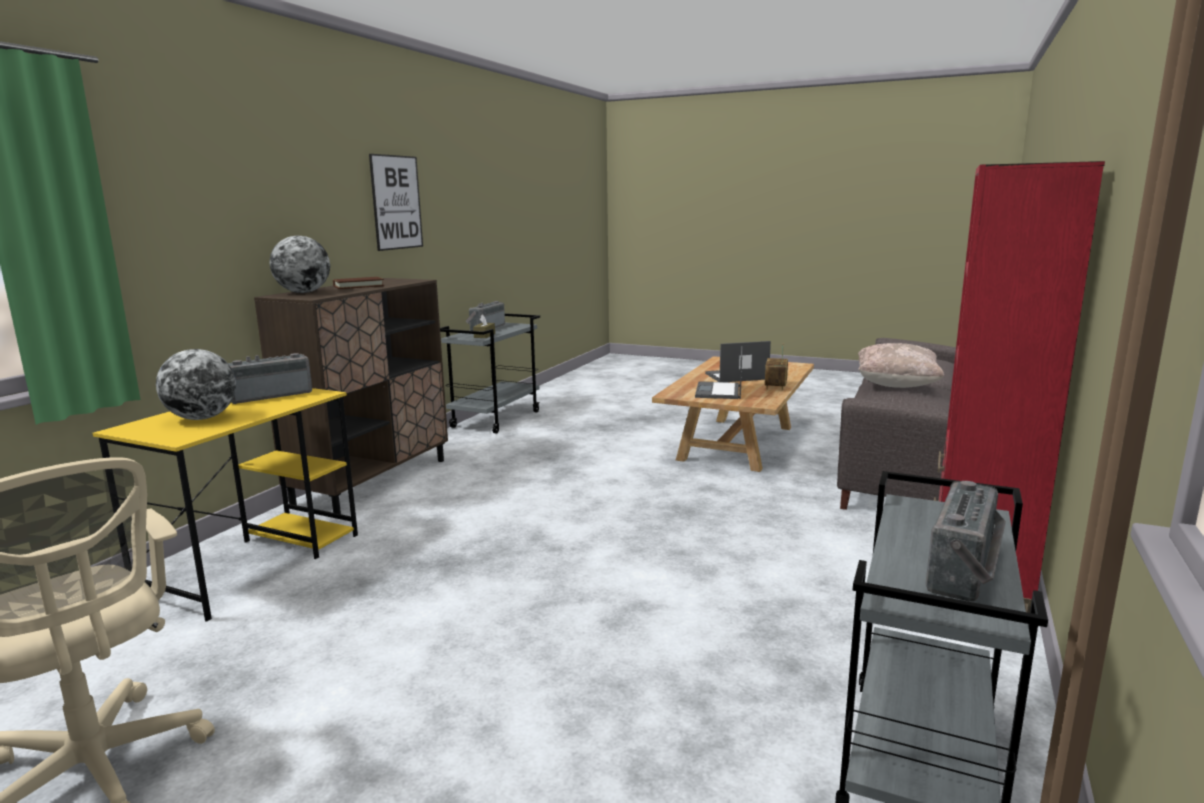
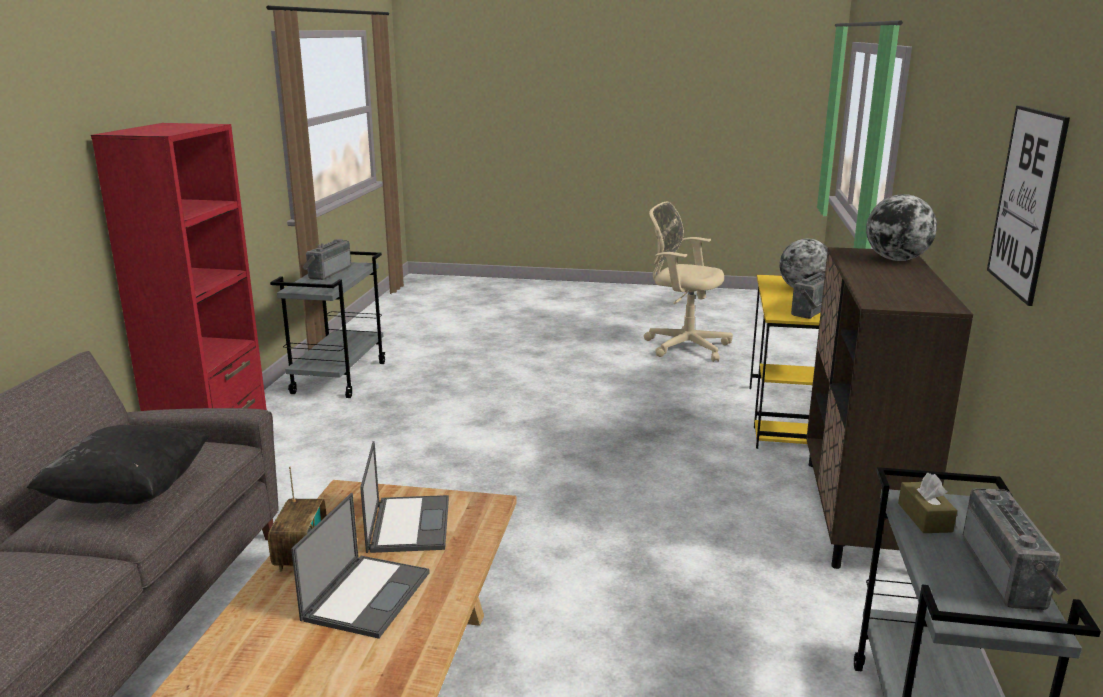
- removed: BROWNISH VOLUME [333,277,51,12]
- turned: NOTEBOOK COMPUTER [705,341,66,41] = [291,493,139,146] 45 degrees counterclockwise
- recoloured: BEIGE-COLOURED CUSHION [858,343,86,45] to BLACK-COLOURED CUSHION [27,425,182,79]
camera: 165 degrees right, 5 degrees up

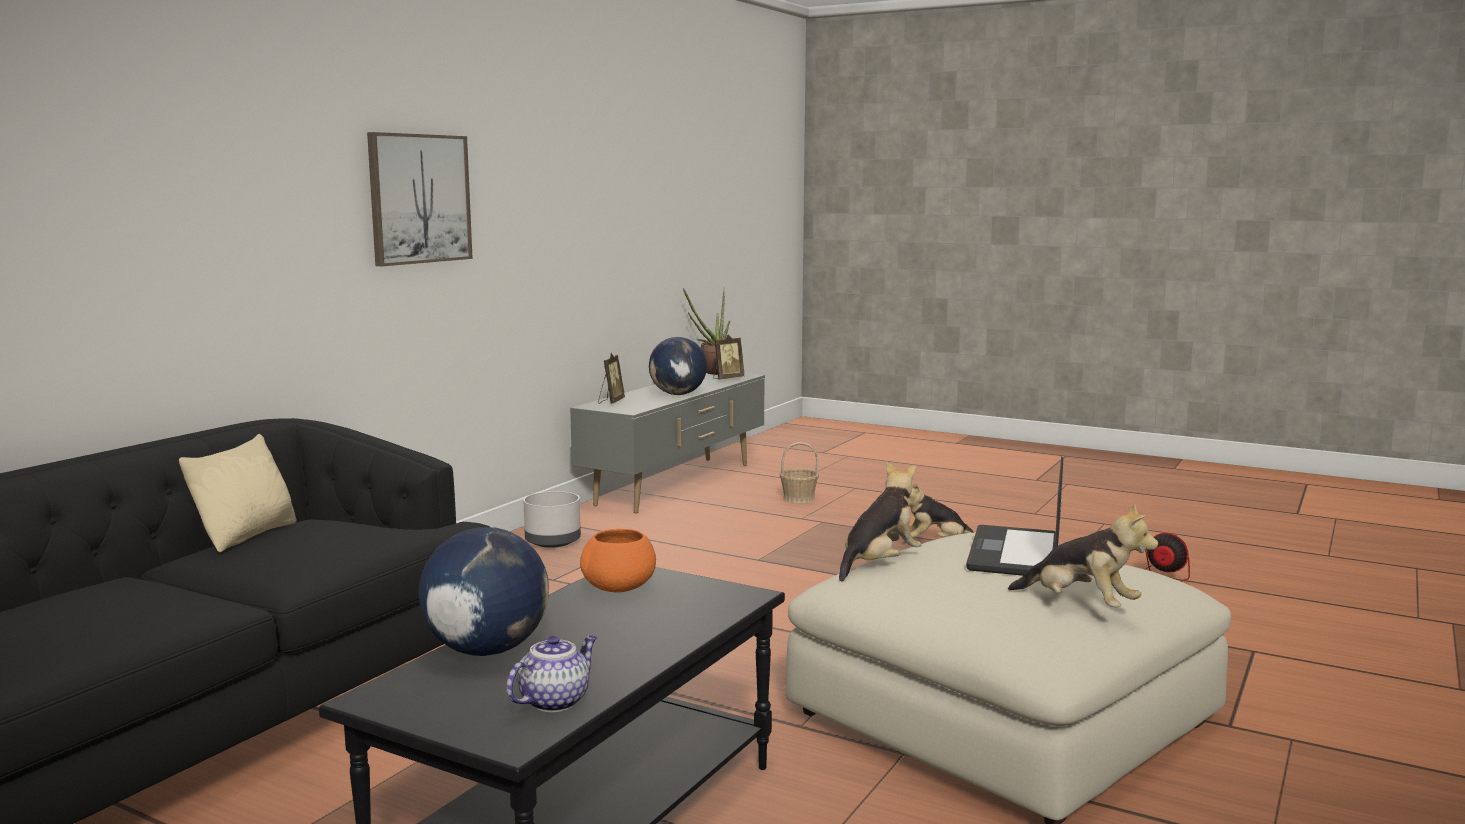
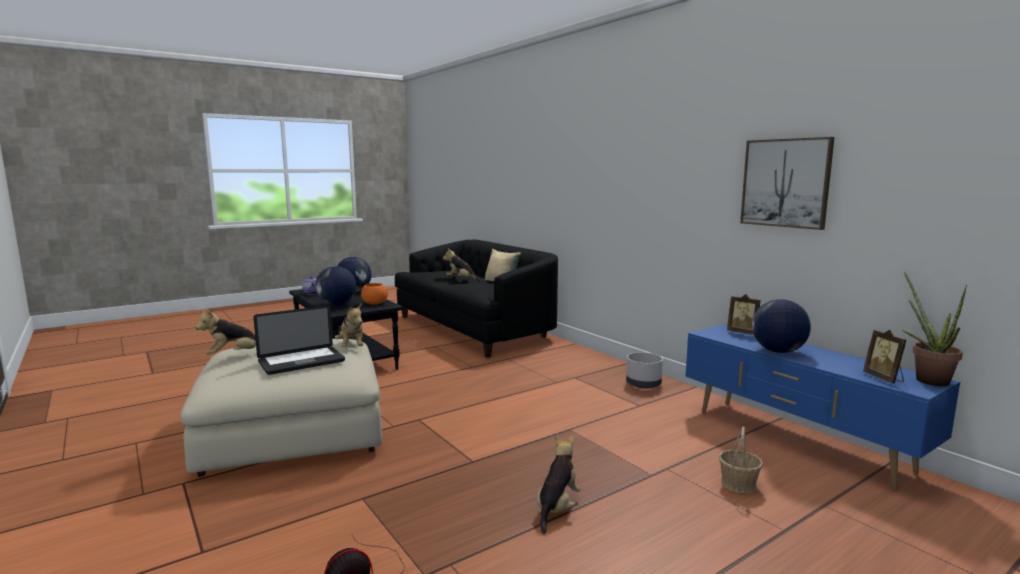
- moved: WALL PICTURE [367,132,106,134] to [740,137,95,93]
- recoloured: GREY TV STAND [570,373,195,140] to BLUE-COLOURED TV STAND [685,324,275,166]
- turned: NOTEBOOK COMPUTER [966,456,97,120] = [253,306,92,69] 105 degrees clockwise
- added: DESK GLOBE [315,266,41,40]
- added: PLUSH TOY [443,249,38,32]
camera: 115 degrees right, 0 degrees up

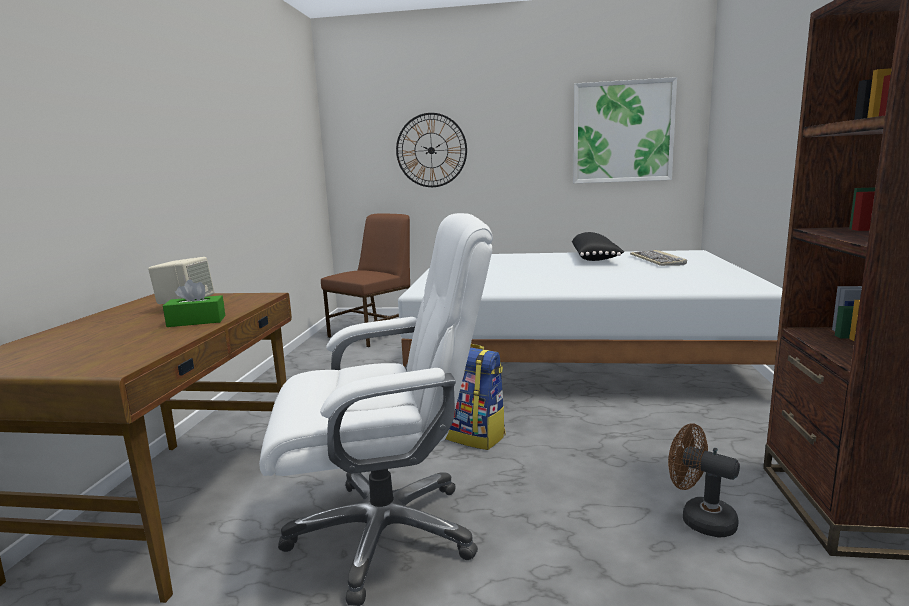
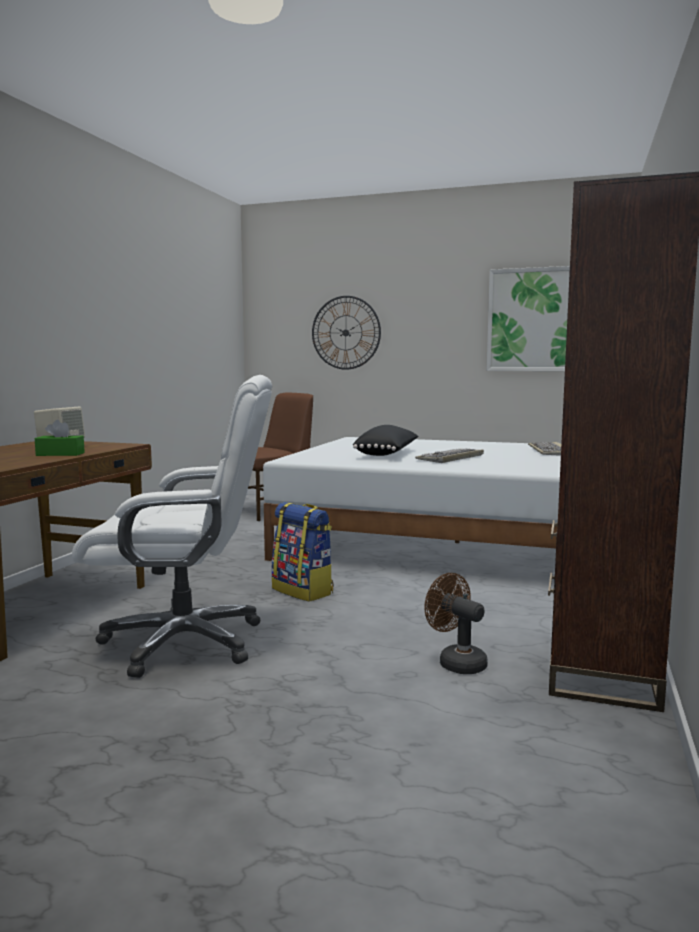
- moved: BLACK-COLOURED CUSHION [572,232,52,29] to [353,425,66,31]
- added: PC KEYBOARD [415,448,69,15]
camera: 10 degrees right, 5 degrees down

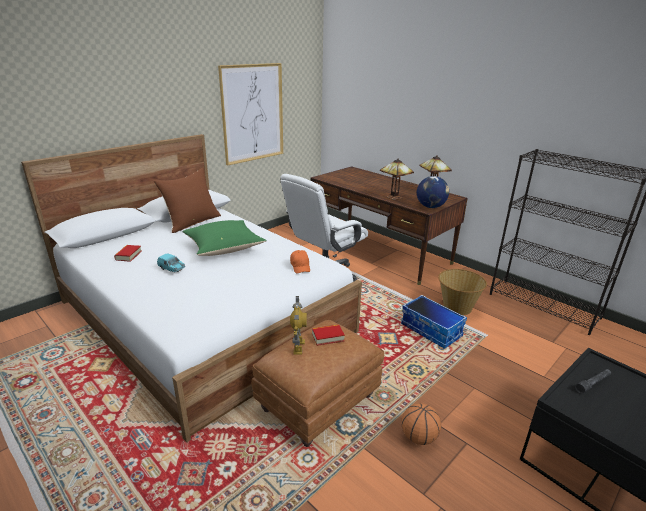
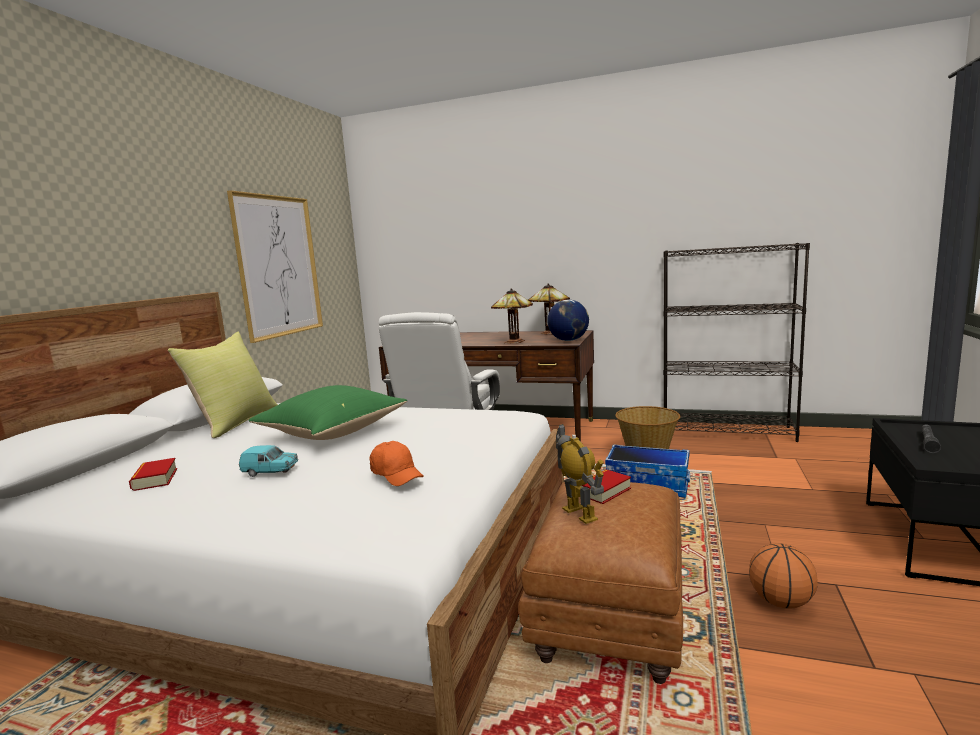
- recoloured: BROWNISH CUSHION [154,168,67,65] to YELLOWISH CUSHION [168,332,110,106]
- moved: ORANGE PEAKED CAP [290,250,20,23] to [369,441,55,45]
camera: 25 degrees left, 15 degrees down

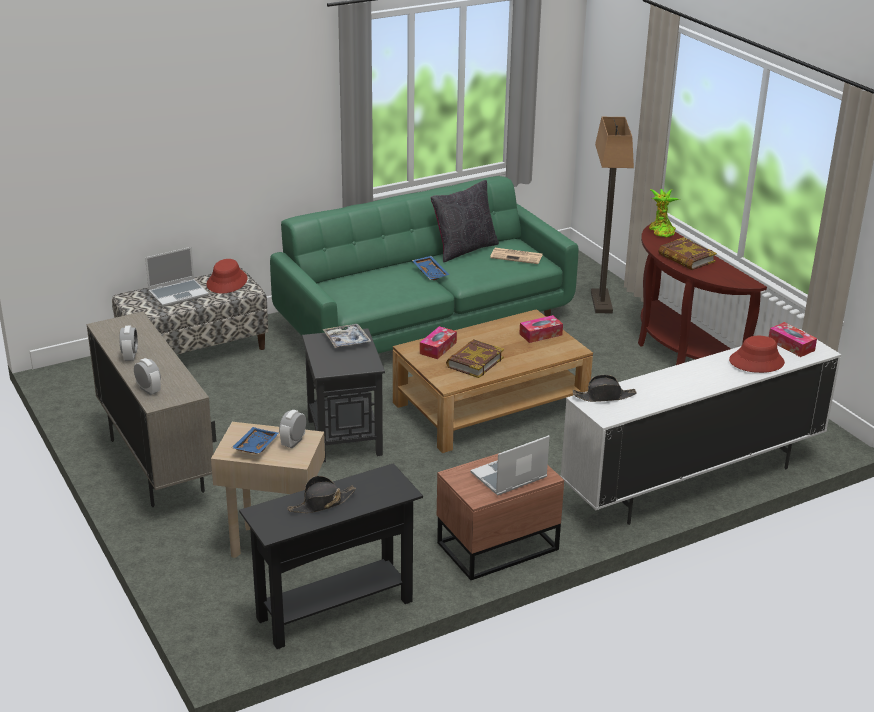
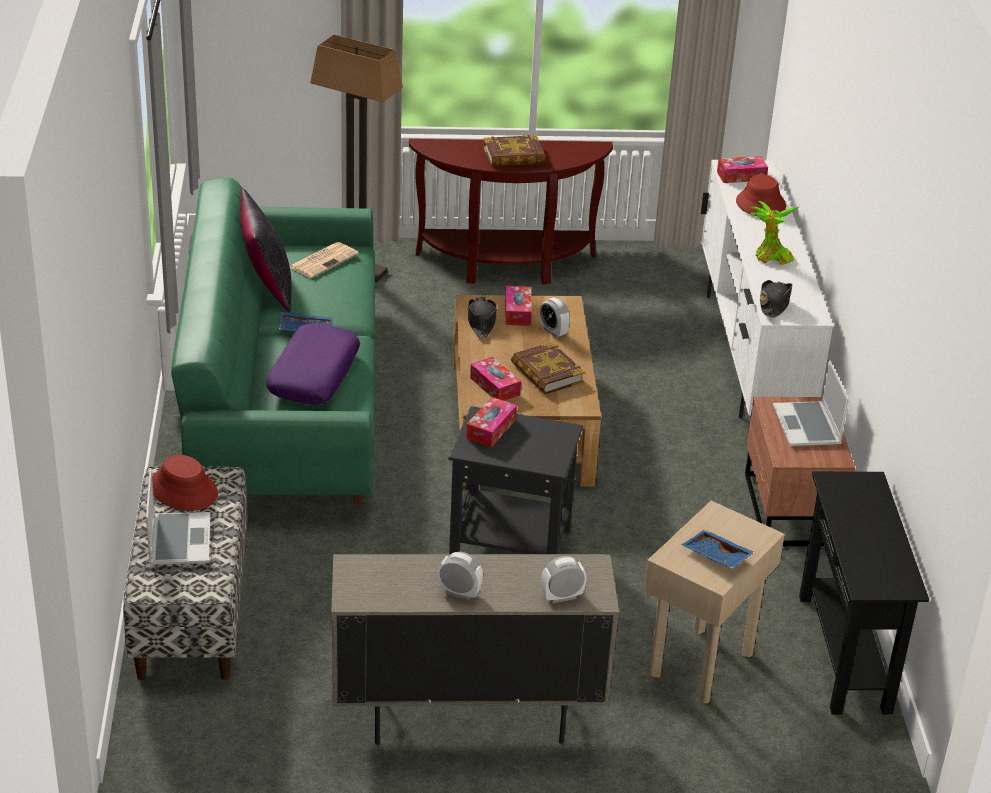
- moved: ALARM CLOCK [279,410,27,38] to [540,298,30,40]
- moved: BLACK-COLOURED WEARABLE HAT [287,476,69,37] to [468,297,29,42]
- replaced: CARRYING TRAY [323,324,49,24] to TISSUE HOLDER [466,397,51,50]
- moved: POTTED PLANT [649,189,31,49] to [749,201,50,64]
- added: PURPLE CUSHION [266,323,94,82]
camera: 65 degrees left, 5 degrees up

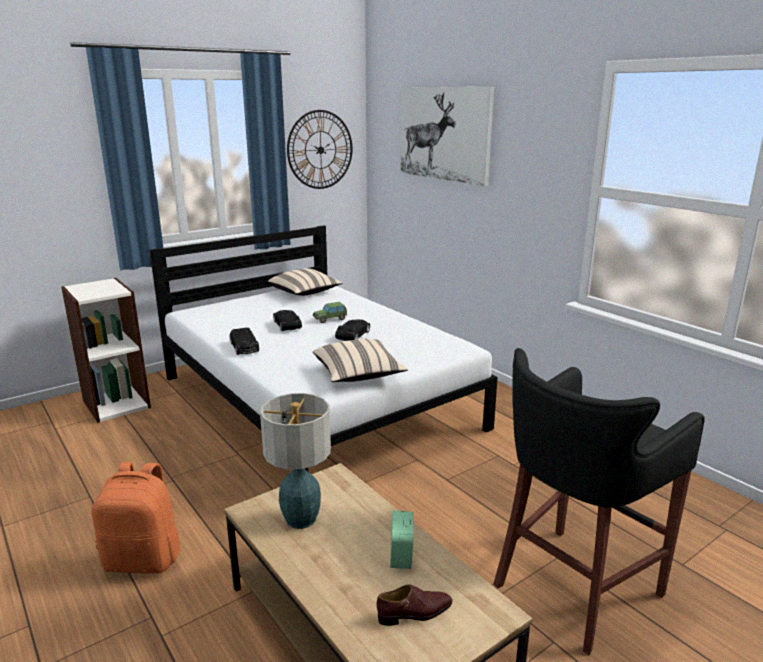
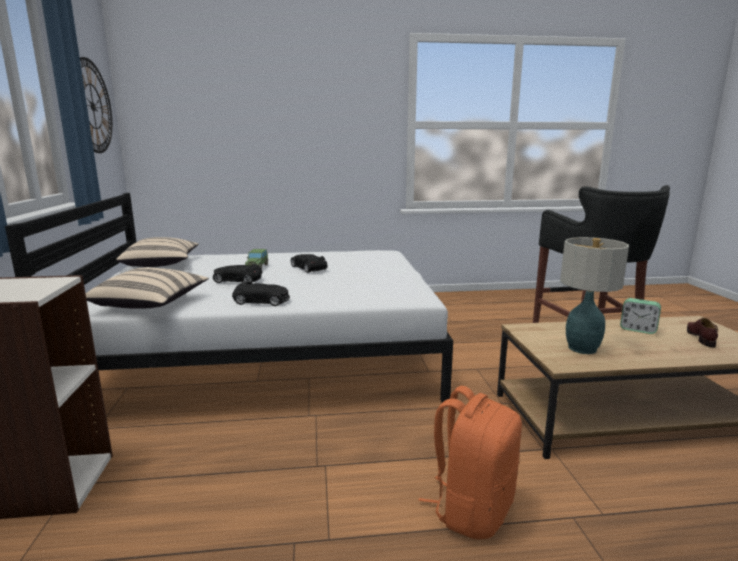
- moved: BEIGE-COLOURED CUSHION [313,339,95,43] to [86,267,123,42]
- removed: WALL PICTURE [400,87,94,99]
camera: 60 degrees left, 5 degrees down

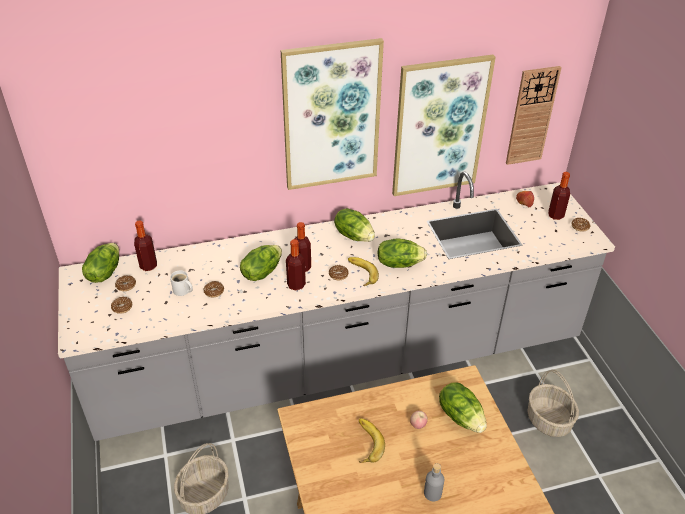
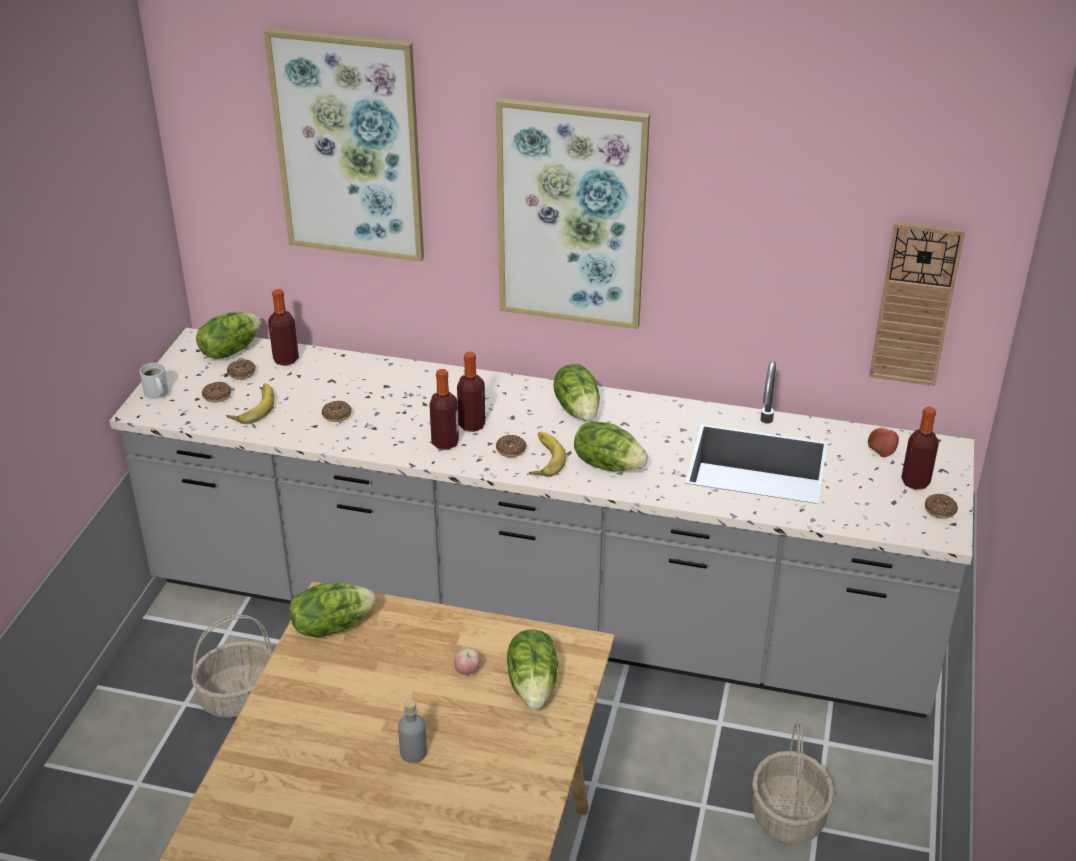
- moved: WHITE-COLOURED MUG [170,270,23,26] to [140,363,29,36]
- moved: HEAD OF LETTUCE [240,245,42,36] to [289,582,87,55]
- moved: WHOLE BANANA [359,418,26,45] to [226,383,48,41]
- moved: WALL PICTURE [392,55,104,141] to [264,28,160,234]
camera: 30 degrees right, 5 degrees down

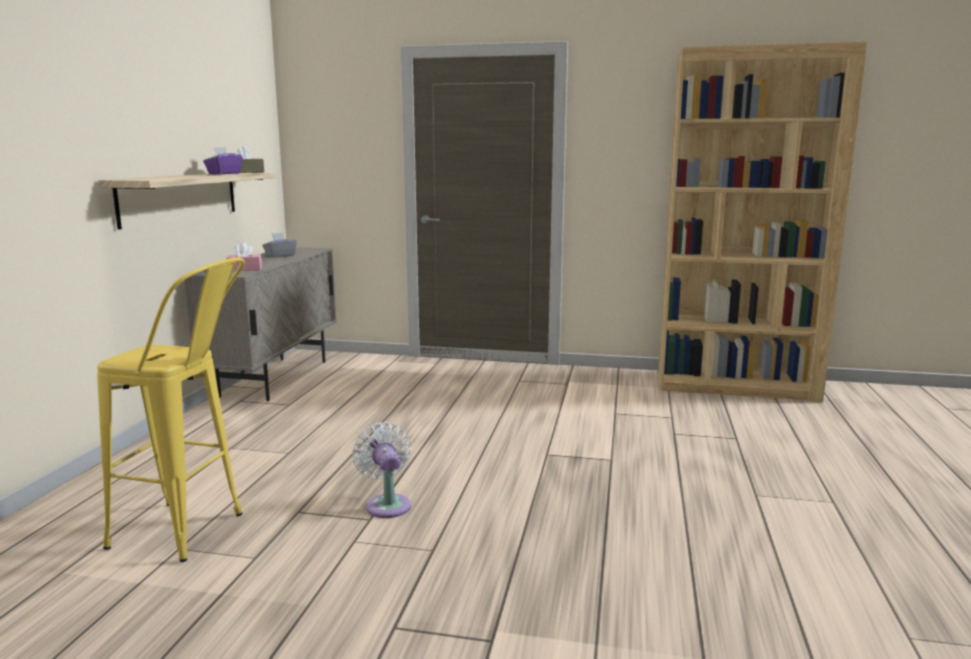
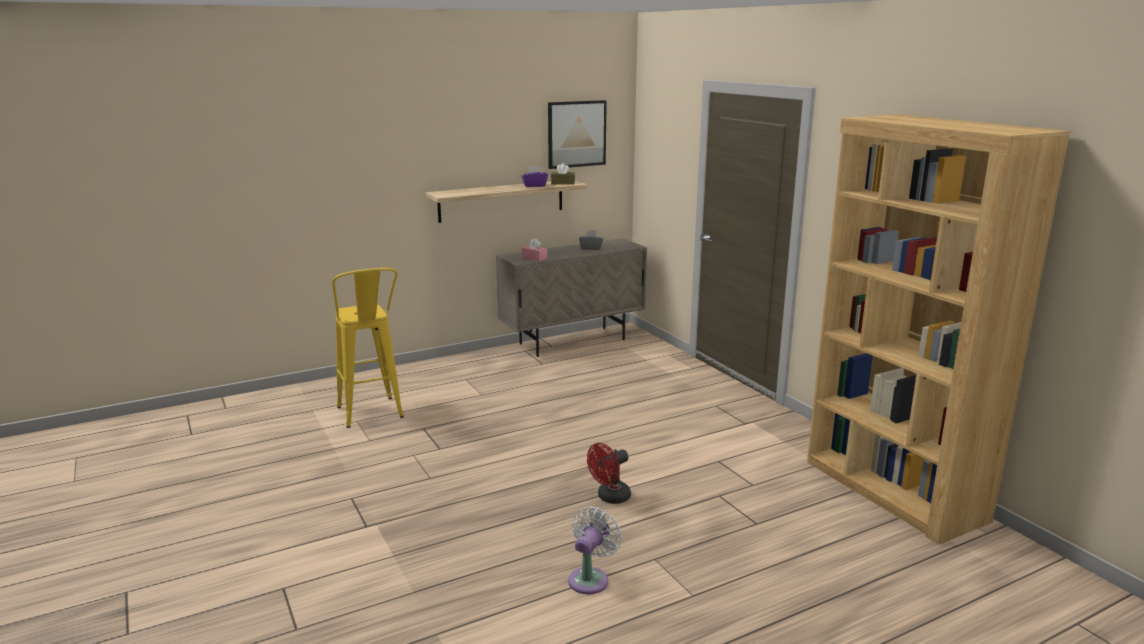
- moved: WHITE-COLOURED COOLING FAN [352,423,59,95] to [568,507,54,87]
- added: WALL PICTURE [548,100,59,69]
- added: RED COOLING FAN [587,443,44,61]
camera: 50 degrees right, 5 degrees up

